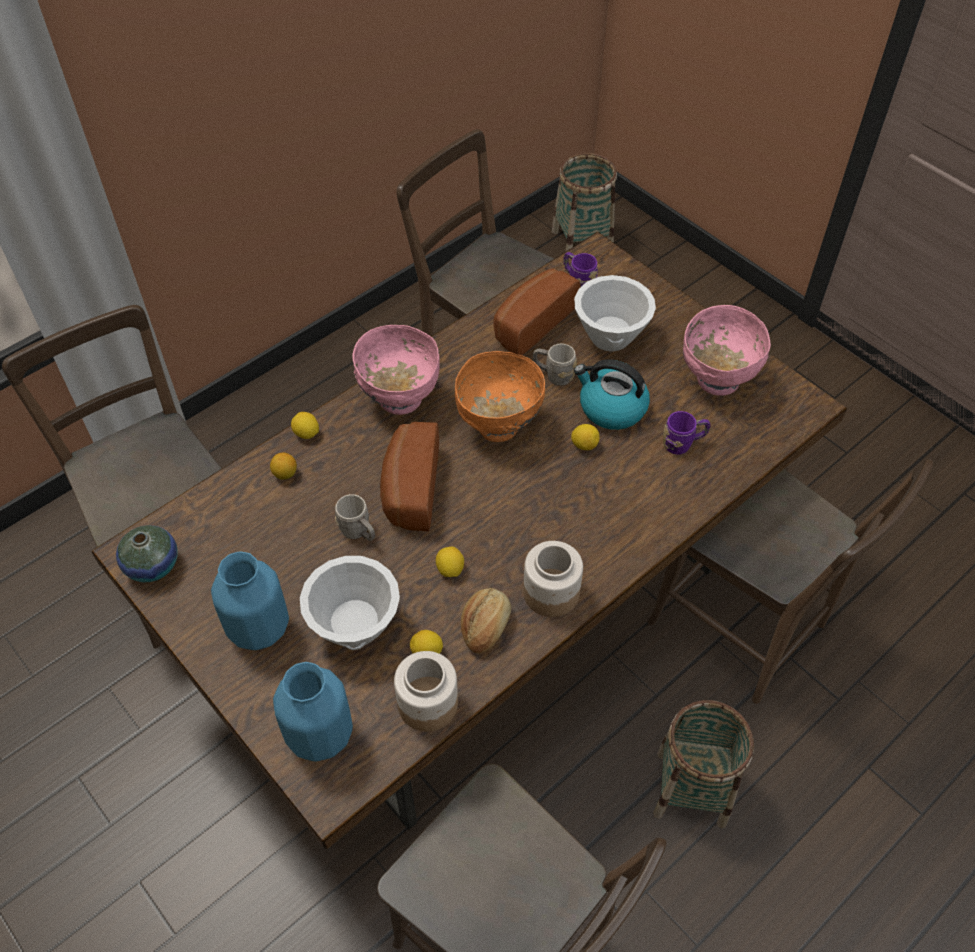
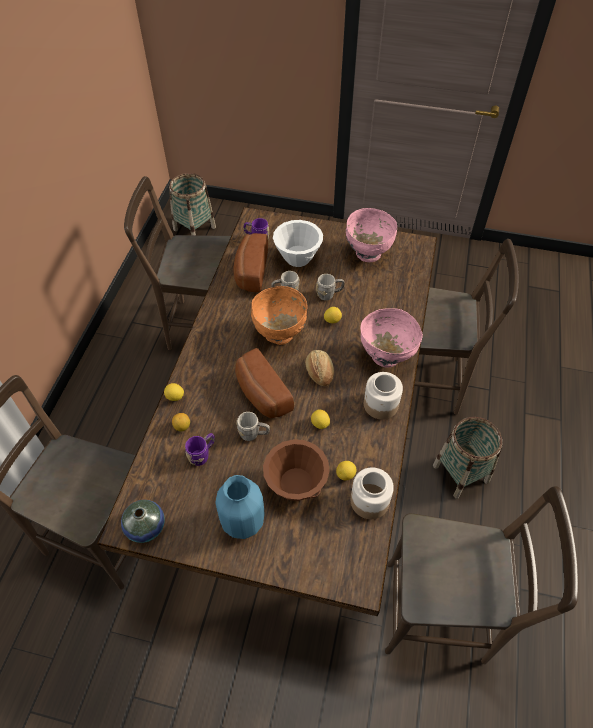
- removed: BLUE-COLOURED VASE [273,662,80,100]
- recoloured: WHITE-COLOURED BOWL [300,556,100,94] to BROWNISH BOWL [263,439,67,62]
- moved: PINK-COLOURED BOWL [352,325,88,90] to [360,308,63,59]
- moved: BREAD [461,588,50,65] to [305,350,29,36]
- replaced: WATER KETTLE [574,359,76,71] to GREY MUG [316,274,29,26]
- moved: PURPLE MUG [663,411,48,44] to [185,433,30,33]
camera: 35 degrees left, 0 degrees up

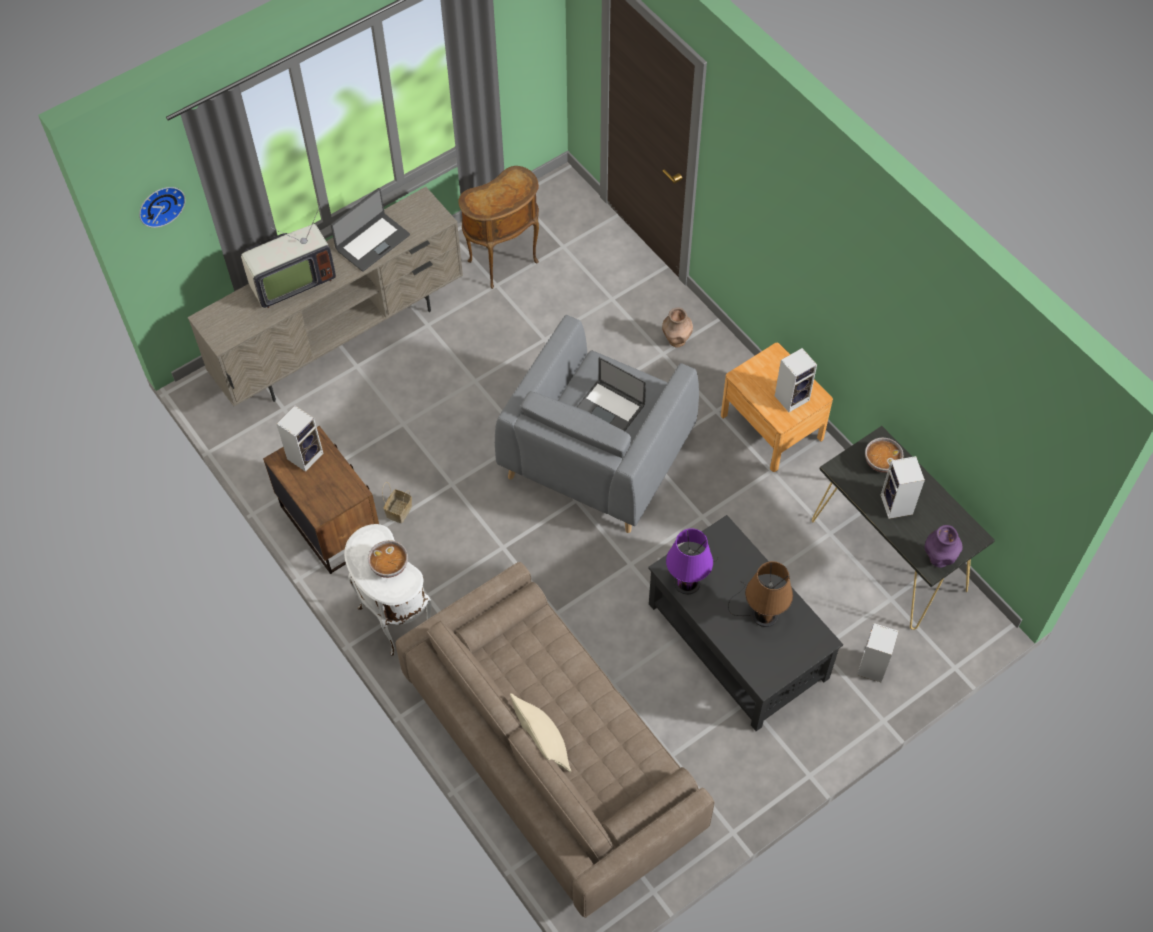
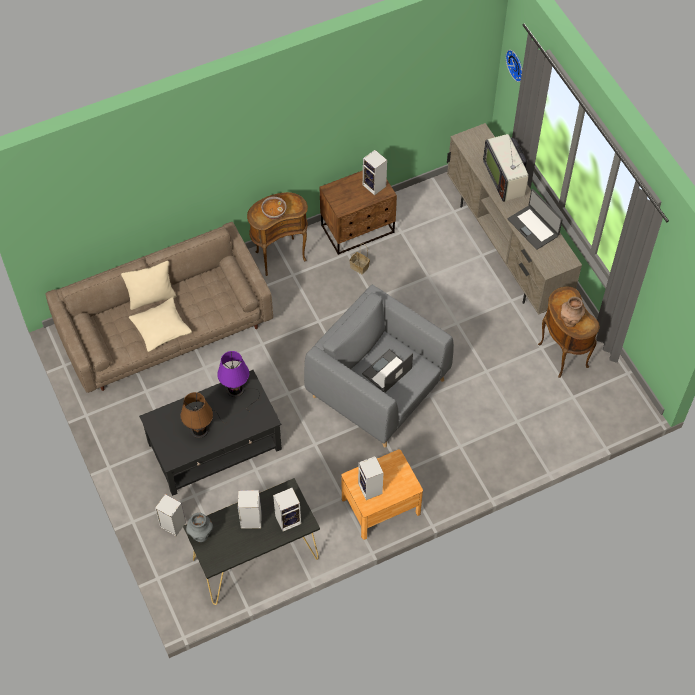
- recoloured: WHITE-COLOURED END TABLE [344,524,87,132] to BROWNISH END TABLE [247,192,61,84]
- moved: BROWNISH VASE [662,307,31,41] to [561,297,24,30]
- replaced: BOWL [865,438,38,35] to LOUDSPEAKER [273,488,28,43]
- recoloured: PURPLE VASE [924,525,39,43] to GREY VASE [186,513,27,29]
- added: BEIGE-COLOURED CUSHION [129,297,63,55]
camera: 100 degrees right, 0 degrees up

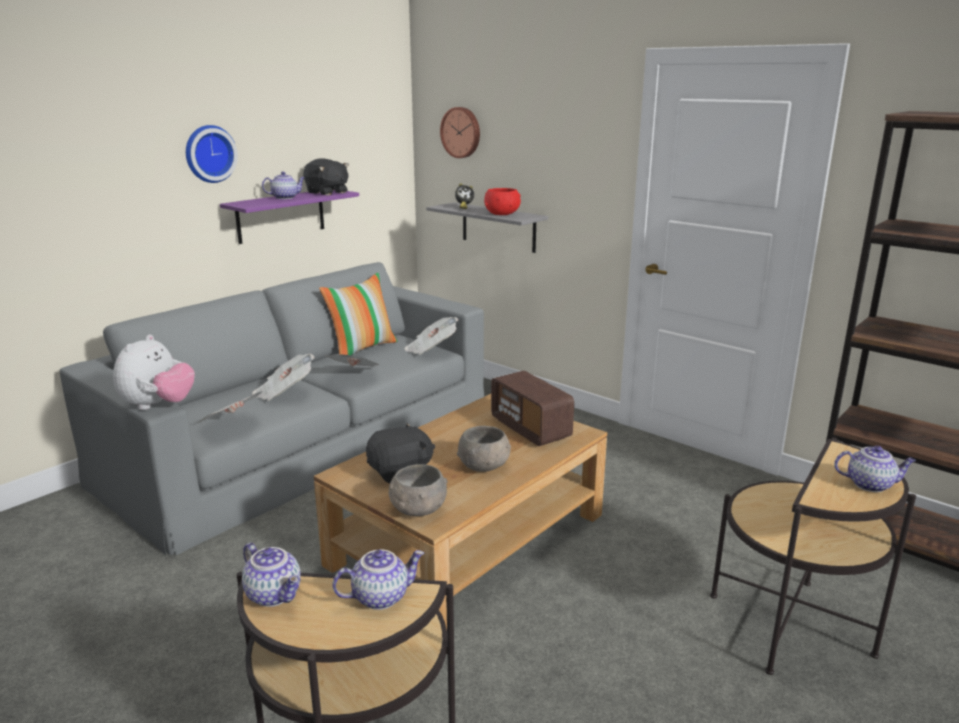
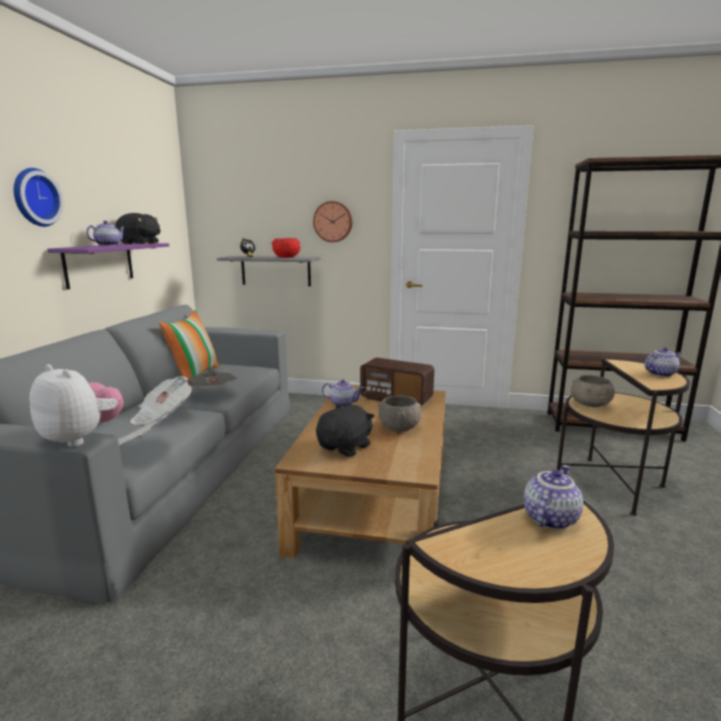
- turned: PLUSH TOY [113,335,82,75] = [29,364,95,83] 45 degrees counterclockwise
- moved: POT FOR TEA [242,543,59,64] to [322,379,42,28]
- moved: GREY BOWL [389,464,59,52] to [571,375,44,32]
- removed: NEWSPAPER [404,317,55,38]
- moved: CLOCK ON THE WALL [440,107,40,51] to [313,201,39,41]
camera: 30 degrees left, 5 degrees down

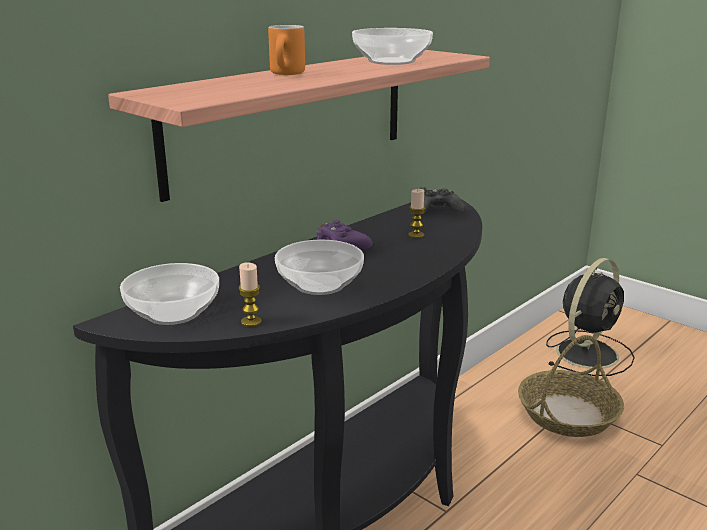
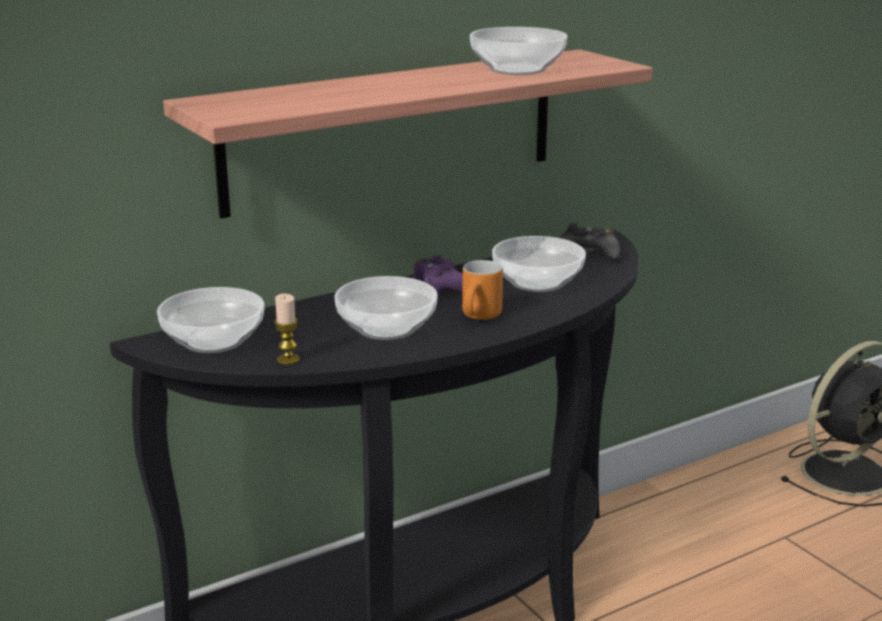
- moved: ORANGE MUG [268,25,37,50] to [462,260,41,60]
- replaced: WAX CANDLE [408,189,17,49] to BOWL [492,236,94,56]
- removed: STORAGE BASKET [518,335,106,102]
camera: 15 degrees right, 0 degrees up

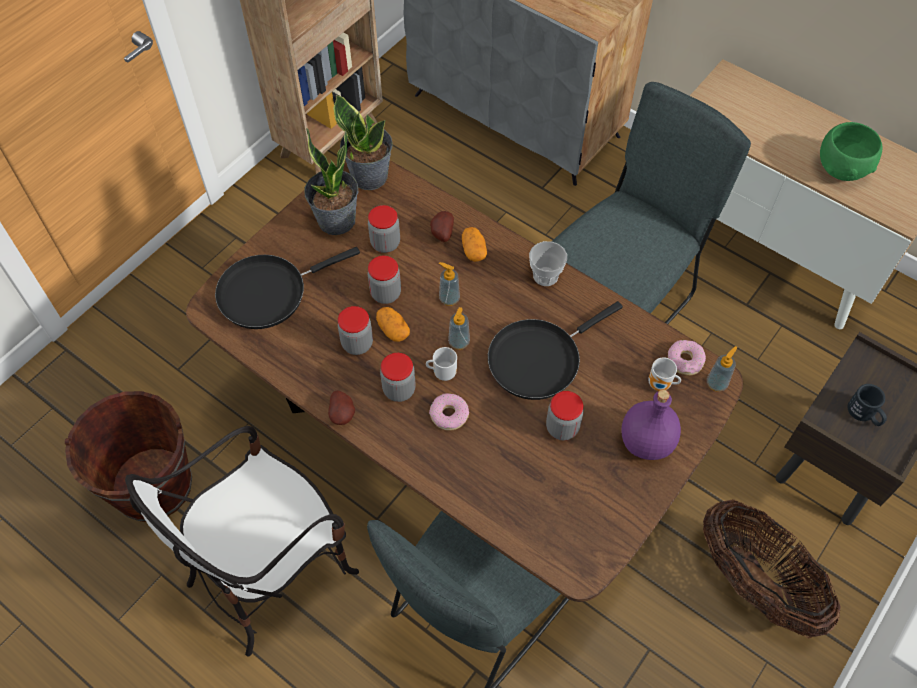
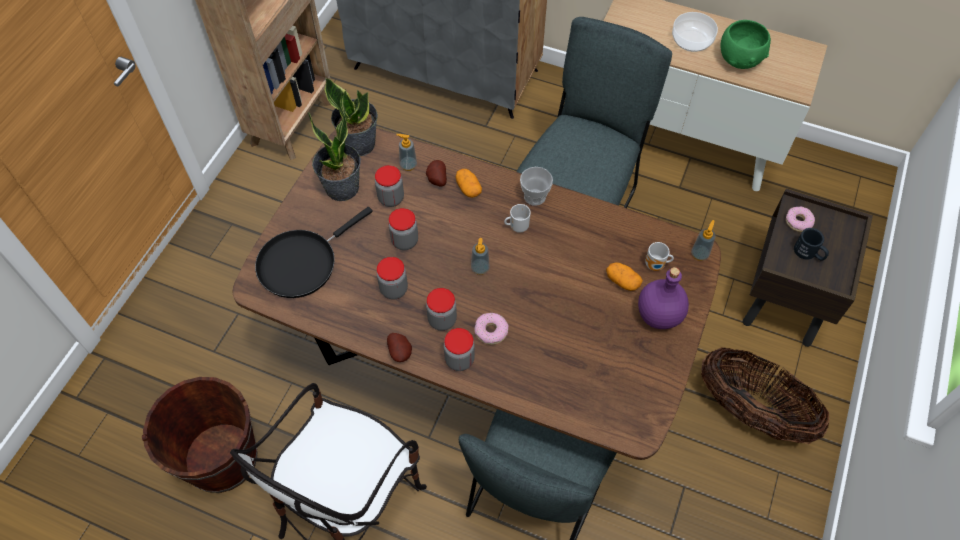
- moved: SPUD [376,307,34,35] to [606,262,37,29]
- moved: MUG [426,347,31,34] to [504,204,27,29]
- moved: SOAP BOTTLE [439,262,21,44] to [396,134,21,37]
- removed: BLACK-COLOURED SKILLET [488,301,135,99]
- moved: JAR [546,391,37,49] to [444,328,31,43]
- moved: DOUGHNUT [668,340,38,36] to [786,207,29,25]
- added: BOWL [672,12,46,40]
camera: 15 degrees left, 0 degrees up

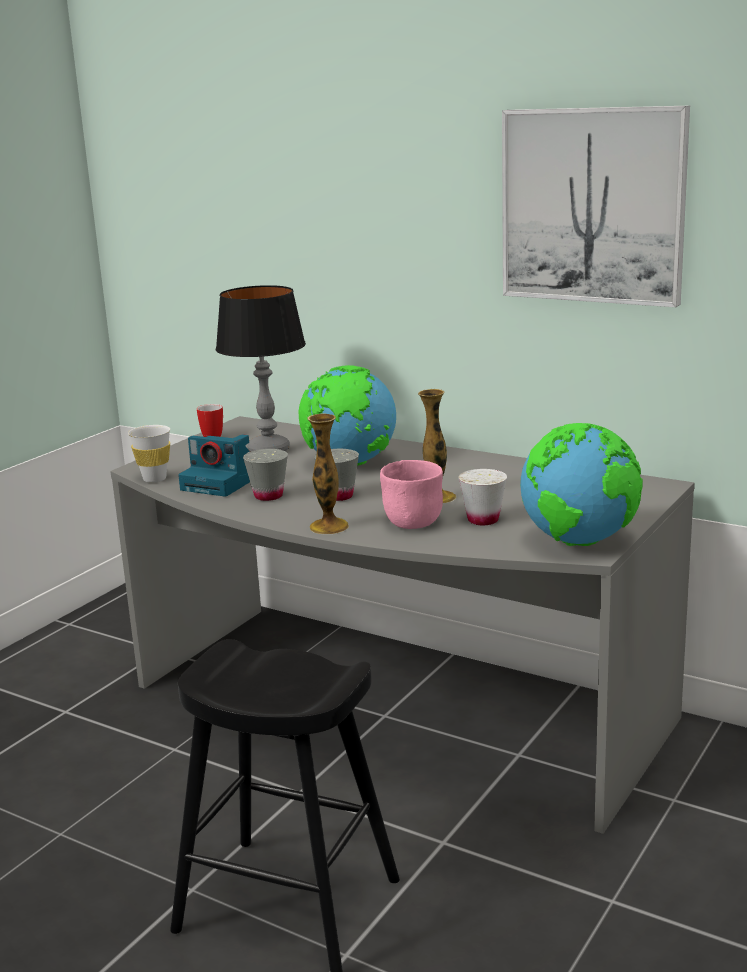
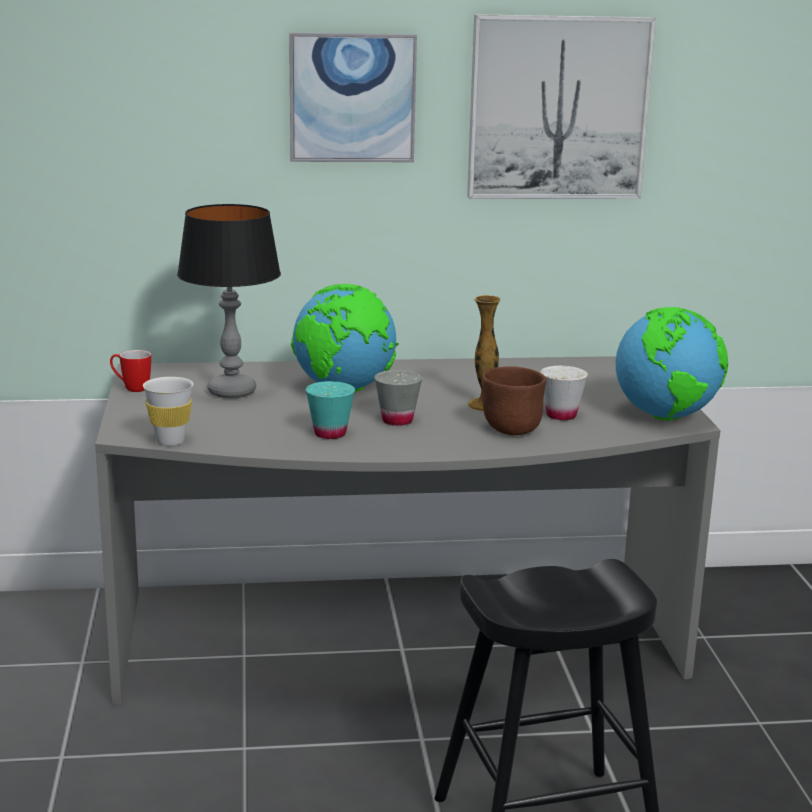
- removed: PHOTO CAMERA [178,434,72,63]
- recoloured: GREY CUP [243,449,45,52] to TURQUOISE CUP [306,381,49,58]
- removed: VASE [308,413,41,121]
- recoloured: PINK-COLOURED BOWL [380,460,63,69] to BROWNISH BOWL [482,366,64,69]
- added: WALL PICTURE [289,32,128,130]
camera: 40 degrees left, 0 degrees up

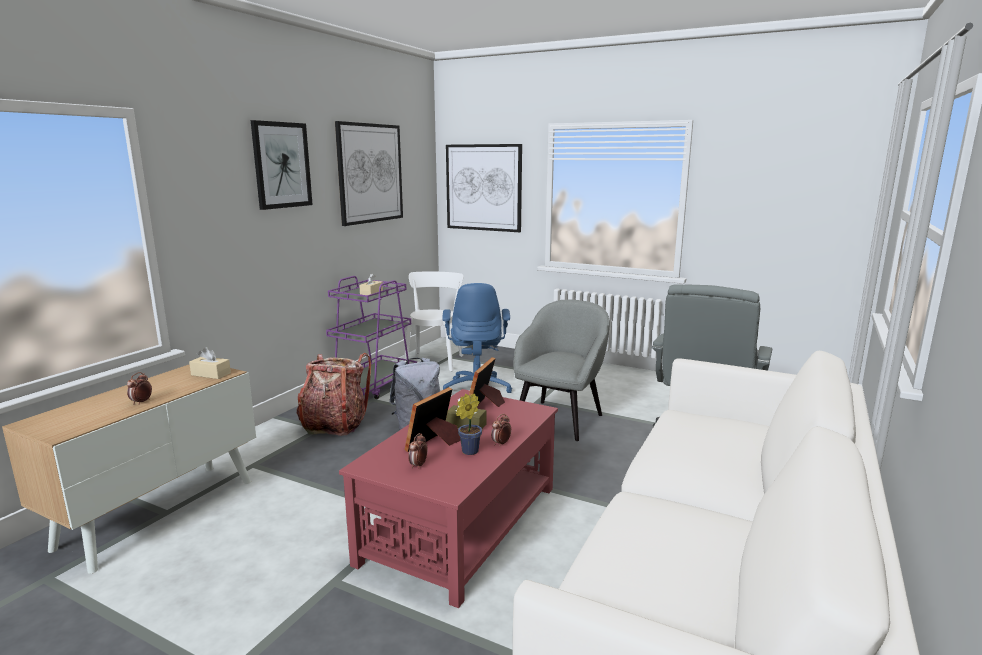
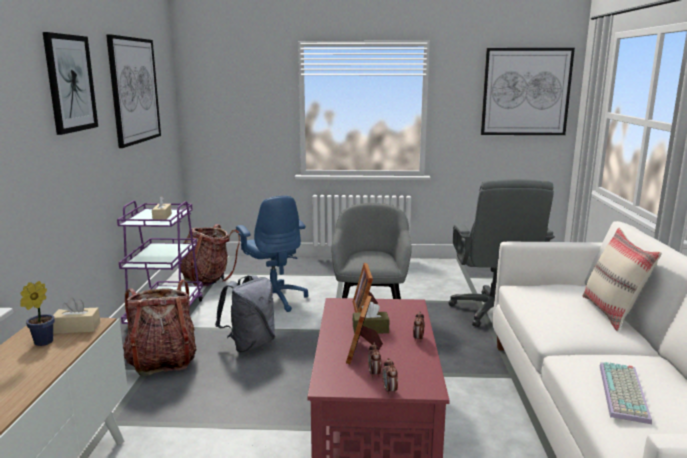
- moved: ALARM CLOCK [127,372,25,33] to [382,358,16,37]
- replaced: WHITE-COLOURED UPRIGHT CHAIR [404,271,59,100] to RUCKSACK [181,224,59,62]
- moved: WALL PICTURE [446,144,76,88] to [481,48,94,87]
- moved: POTTED PLANT [456,394,26,61] to [20,281,34,65]
- added: BEIGE-COLOURED CUSHION [583,228,79,103]
- added: PC KEYBOARD [600,362,52,62]
camera: 25 degrees left, 0 degrees up

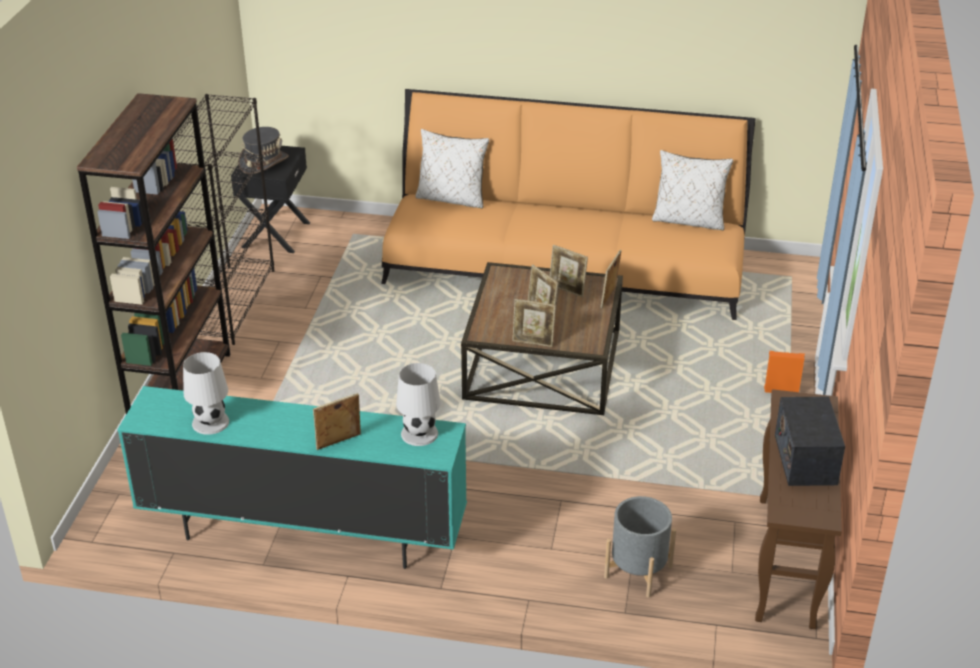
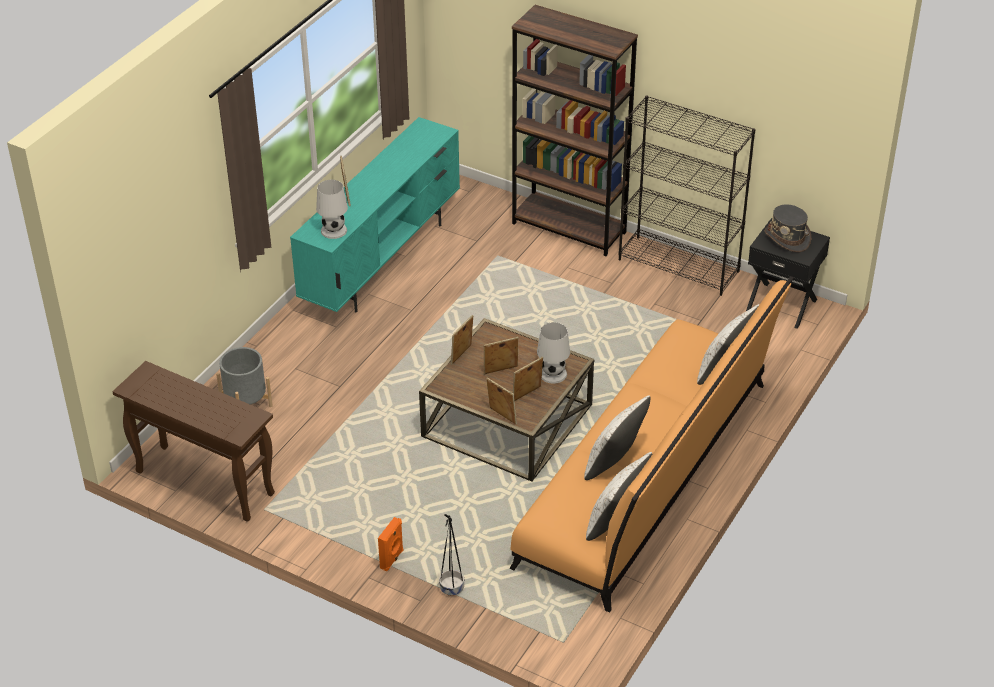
- moved: WHITE-COLOURED LAMP FOR A TABLE [183,352,46,83] to [537,322,33,62]
- removed: RADIO [775,397,70,89]
- added: BLACK-COLOURED PLANT POT [439,514,26,82]
- added: WHITE-COLOURED CUSHION [584,395,67,85]
camera: 110 degrees right, 5 degrees up

